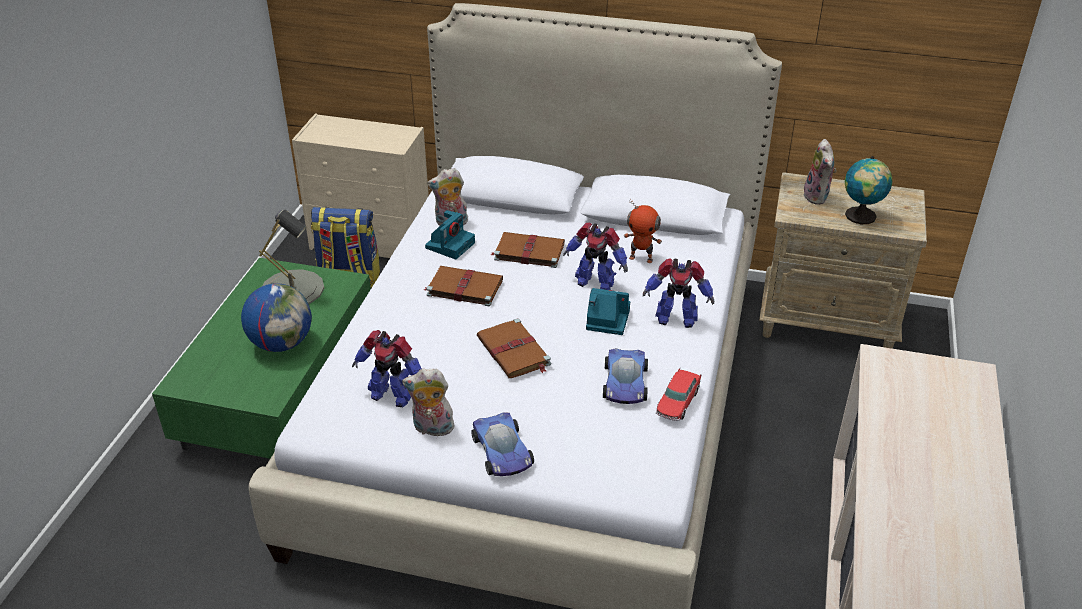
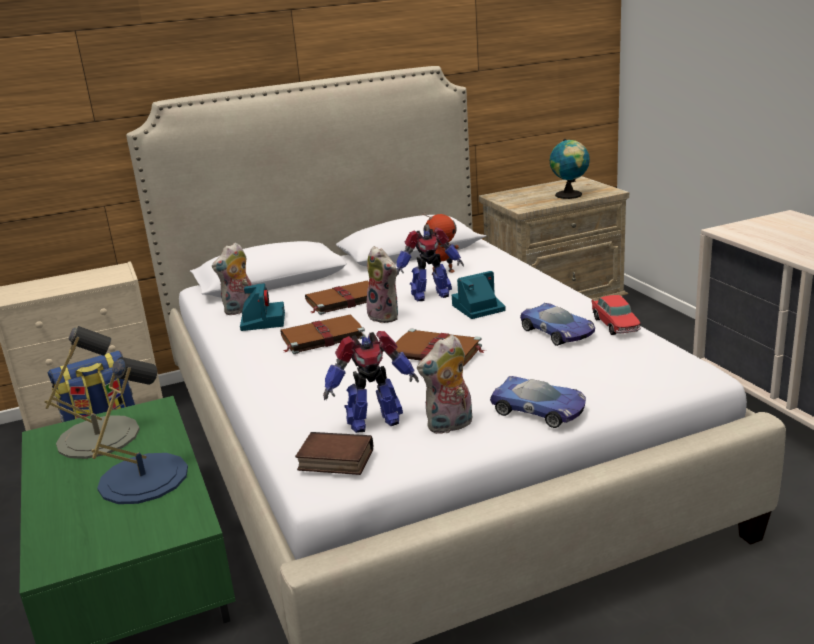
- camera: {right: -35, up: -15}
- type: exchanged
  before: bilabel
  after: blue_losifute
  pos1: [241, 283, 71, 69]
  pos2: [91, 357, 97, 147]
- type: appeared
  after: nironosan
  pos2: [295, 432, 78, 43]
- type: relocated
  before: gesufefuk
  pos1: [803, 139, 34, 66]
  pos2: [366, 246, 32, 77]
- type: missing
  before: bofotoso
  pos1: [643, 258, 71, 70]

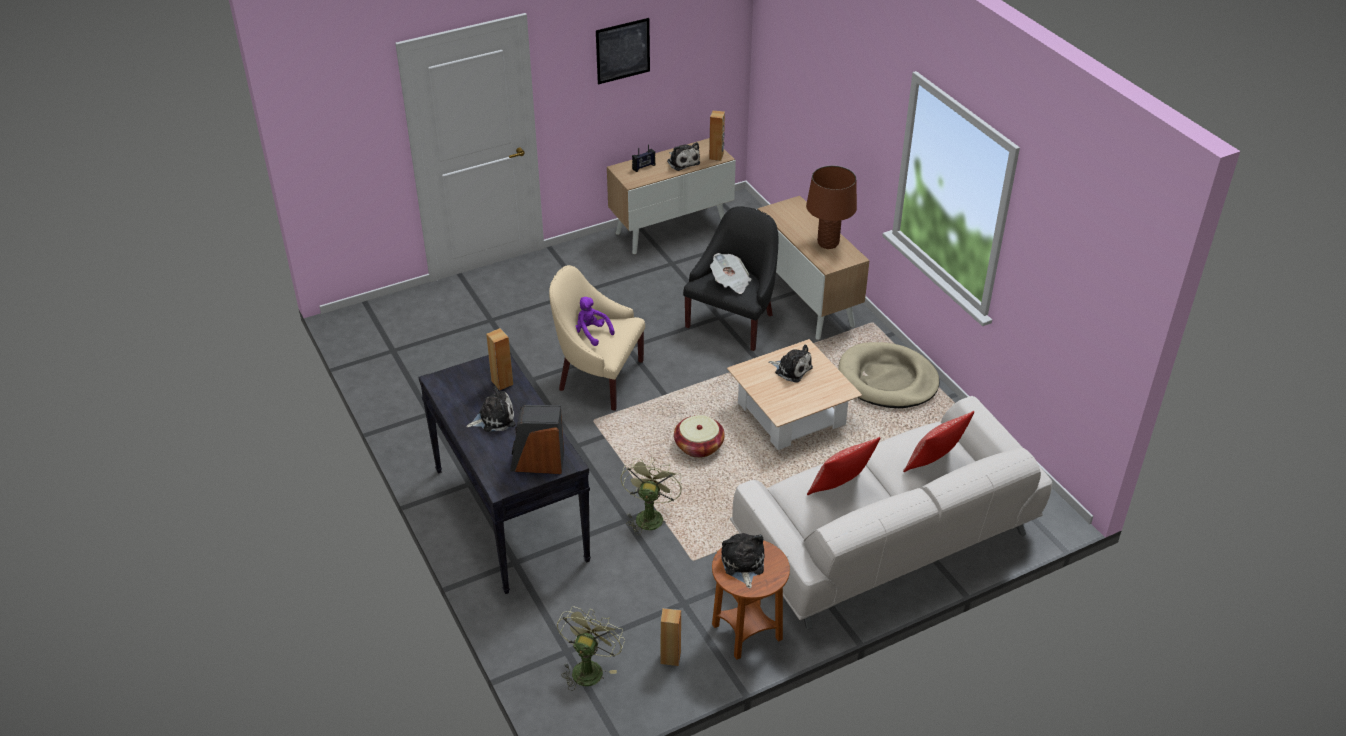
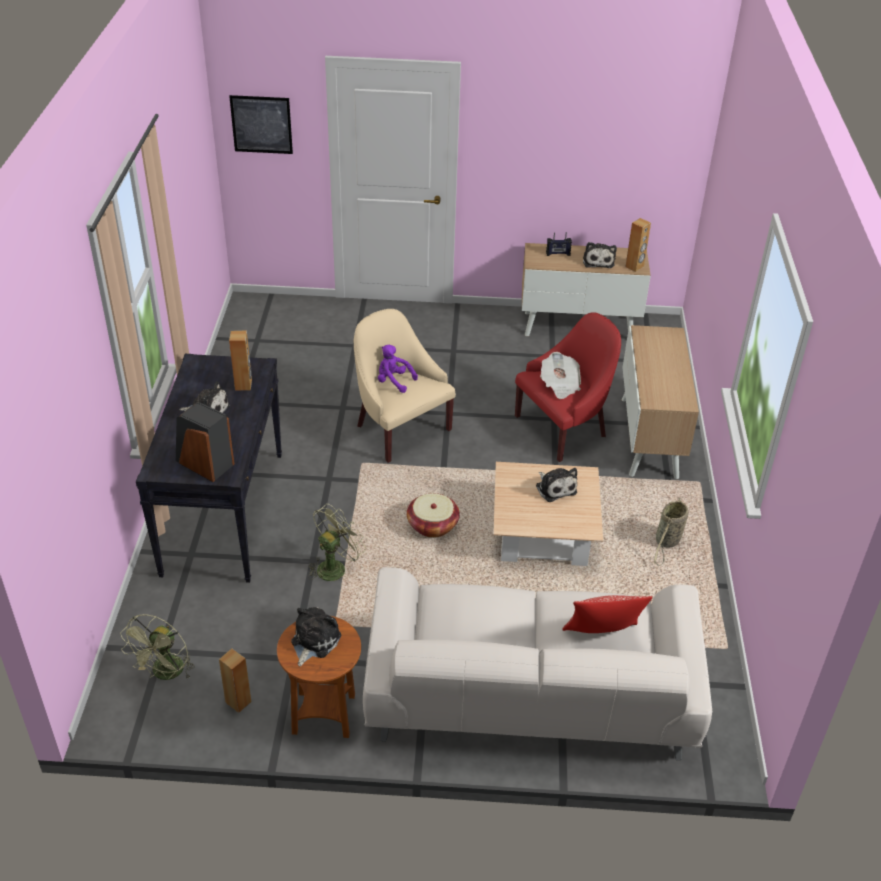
- camera: {right: 30, up: 0}
- type: spun
  before: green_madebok
  pos1: [557, 607, 68, 84]
  pos2: [120, 614, 75, 66]
  turn: 150
- type: relocated
  before: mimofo
  pos1: [596, 18, 54, 66]
  pos2: [229, 95, 64, 59]
- type: spun
  before: purple_gesufefuk
  pos1: [576, 297, 39, 49]
  pos2: [378, 345, 40, 48]
  turn: -45
- type: colour
  before: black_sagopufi
  after: red_sagopufi
  pos1: [683, 206, 96, 145]
  pos2: [515, 312, 106, 150]
- type: exchanged
  before: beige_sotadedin
  after: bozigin
  pos1: [838, 342, 102, 66]
  pos2: [654, 497, 35, 69]
- type: missing
  before: brown_losifute
  pos1: [806, 166, 51, 83]
- type: missing
  before: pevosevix
  pos1: [807, 437, 73, 58]

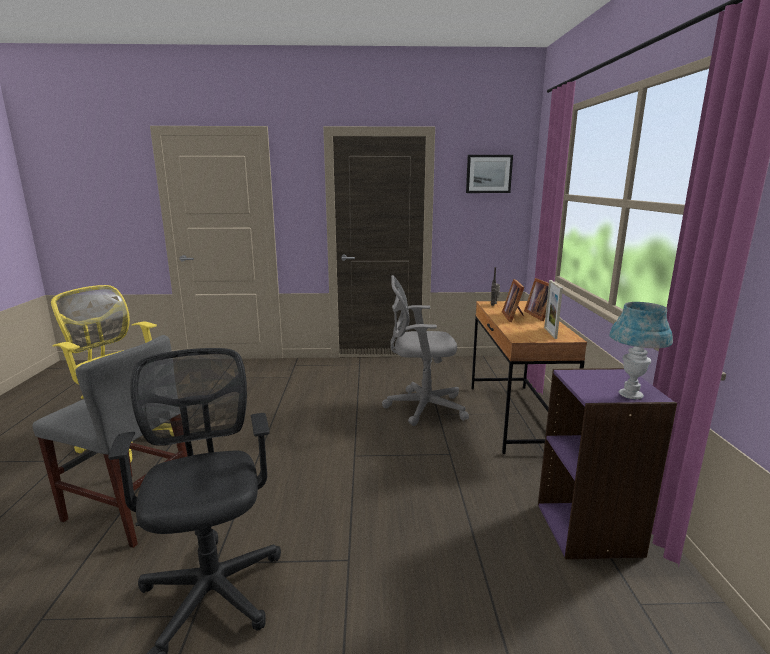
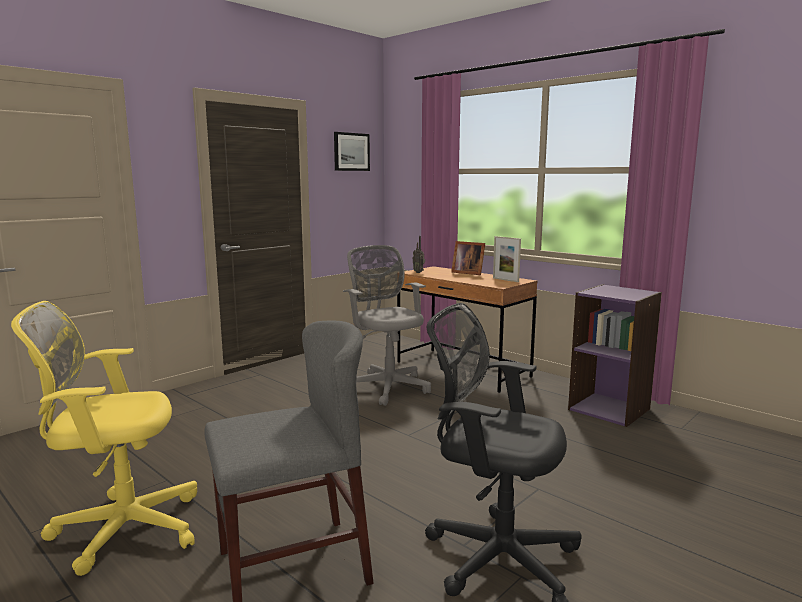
- camera: {right: -45, up: -5}
- type: spun
  before: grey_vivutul
  pos1: [382, 275, 87, 151]
  pos2: [343, 245, 88, 161]
  turn: 105
- type: missing
  before: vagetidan
  pos1: [502, 279, 22, 43]
- type: missing
  before: blue_losifute
  pos1: [609, 302, 64, 97]

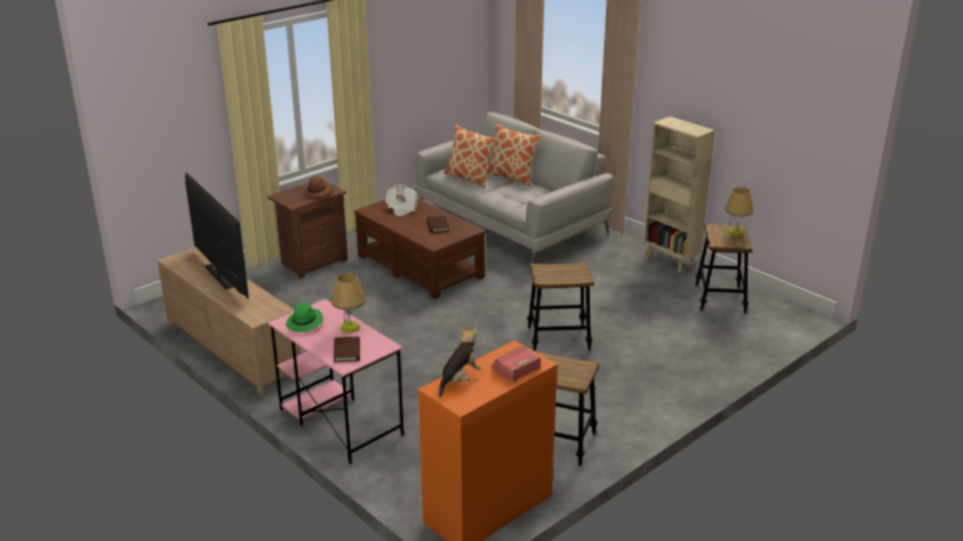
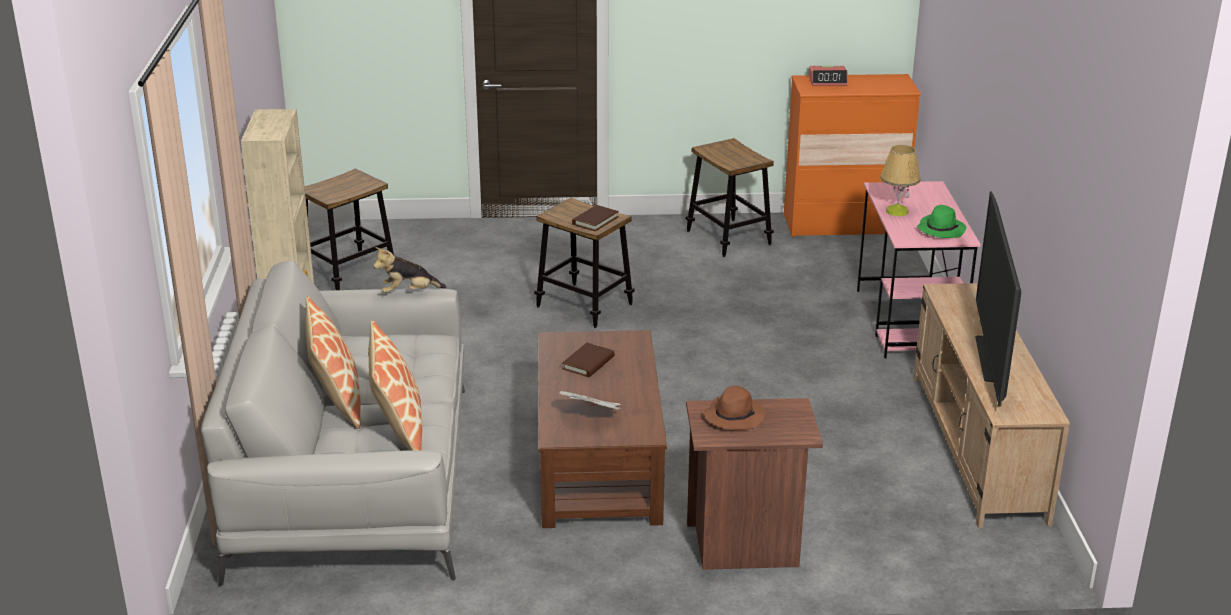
- camera: {right: -140, up: 0}
- type: relocated
  before: gesufefuk
  pos1: [439, 327, 42, 70]
  pos2: [373, 247, 73, 46]
- type: relocated
  before: brown_nironosan
  pos1: [334, 336, 26, 27]
  pos2: [572, 205, 47, 26]
- type: missing
  before: losifute
  pos1: [725, 187, 28, 50]

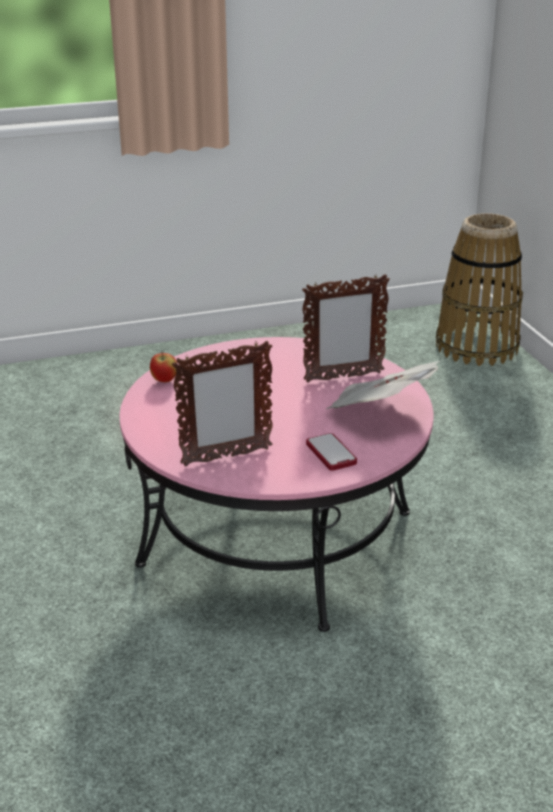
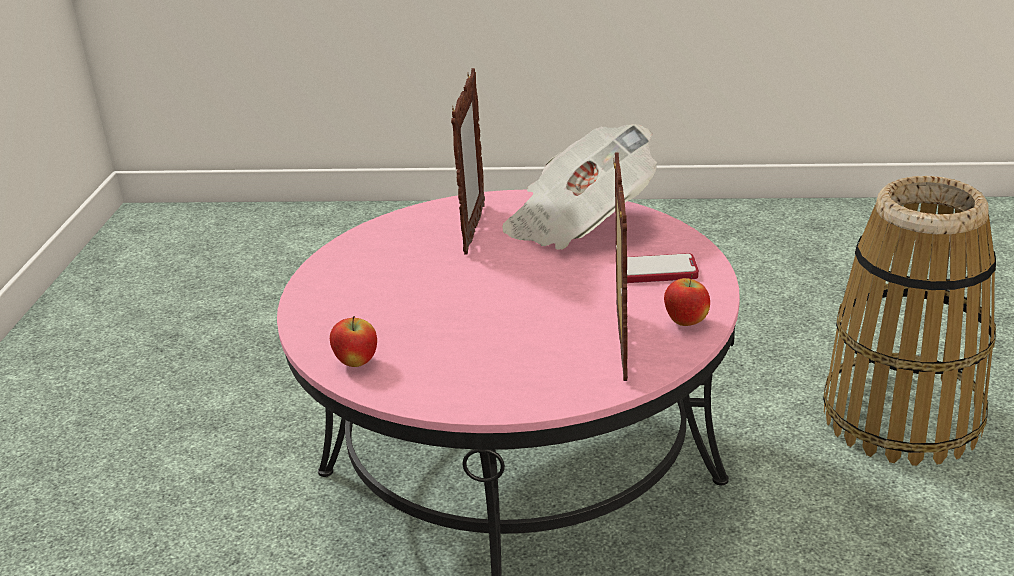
- camera: {right: -65, up: 0}
- type: appeared
  after: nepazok
  pos2: [664, 274, 46, 52]
- type: relocated
  before: bozigin
  pos1: [436, 213, 87, 153]
  pos2: [823, 176, 173, 290]

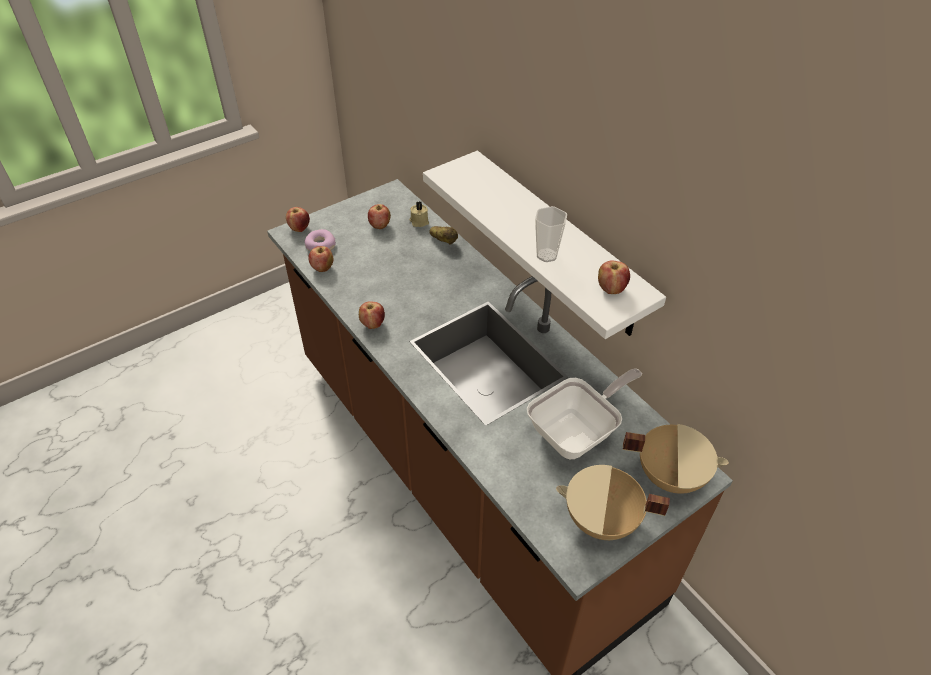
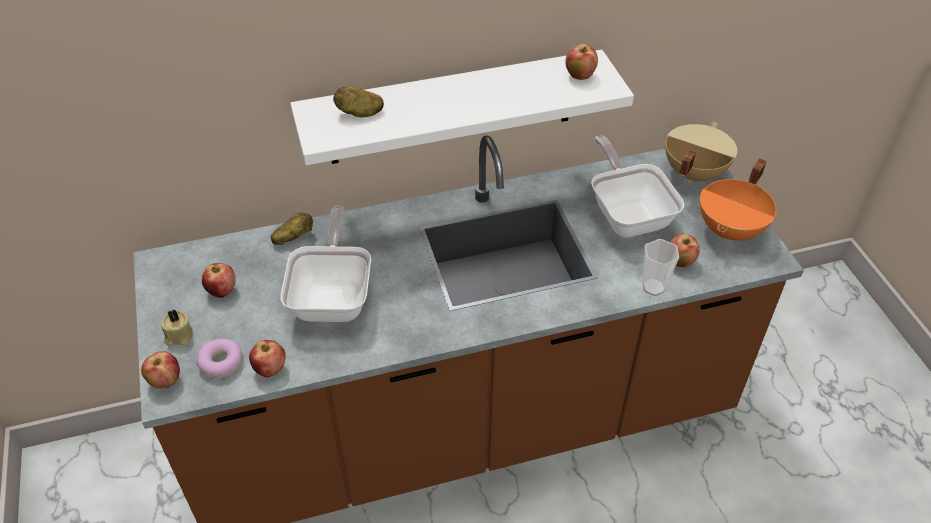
- camera: {right: -70, up: 0}
- type: relocated
  before: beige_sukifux
  pos1: [409, 201, 20, 26]
  pos2: [161, 309, 32, 37]
- type: appeared
  after: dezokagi
  pos2: [280, 206, 91, 116]
- type: appeared
  after: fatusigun
  pos2: [333, 87, 51, 30]
- type: relocated
  before: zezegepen
  pos1: [535, 206, 32, 56]
  pos2: [643, 239, 36, 57]
- type: relocated
  before: nepazok
  pos1: [359, 301, 26, 28]
  pos2: [670, 234, 30, 33]
- type: colour
  before: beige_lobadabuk
  after: orange_lobadabuk
  pos1: [556, 465, 114, 75]
  pos2: [700, 159, 76, 82]

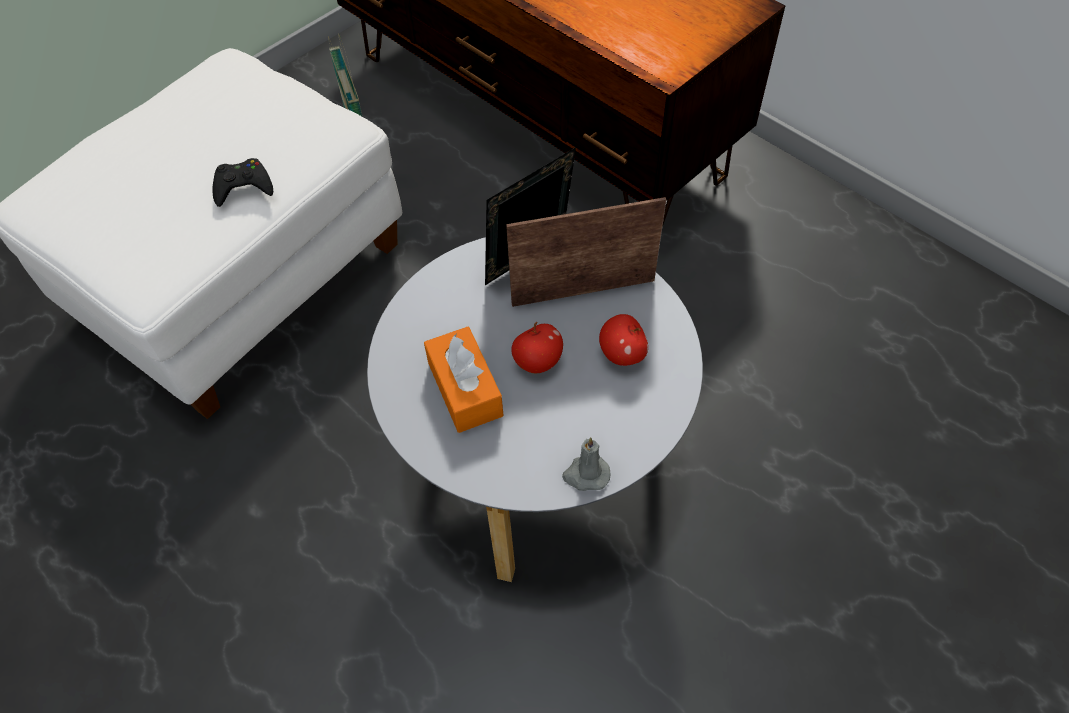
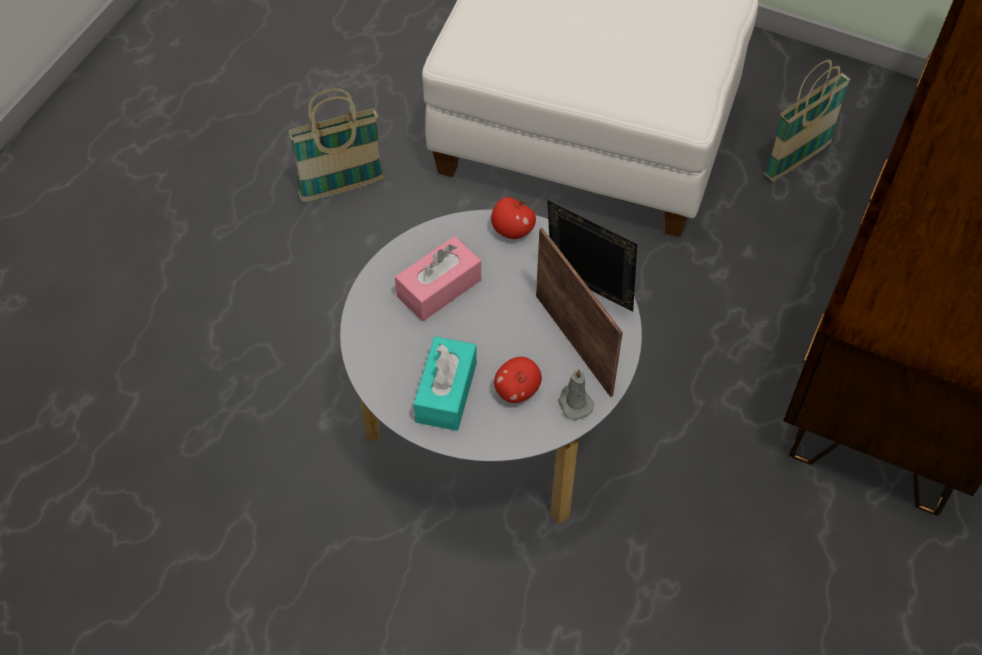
- camera: {right: 70, up: 0}
- type: appeared
  after: bozigin
  pos2: [288, 88, 96, 114]
- type: colour
  before: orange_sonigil
  after: pink_sonigil
  pos1: [424, 327, 79, 106]
  pos2: [395, 236, 86, 85]
- type: appeared
  after: turquoise_sonigil
  pos2: [414, 336, 63, 95]
- type: relocated
  before: nepazok
  pos1: [511, 322, 52, 51]
  pos2: [491, 197, 45, 42]
- type: relocated
  before: grey_sukifux
  pos1: [562, 437, 49, 54]
  pos2: [558, 369, 36, 51]
- type: missing
  before: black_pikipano
  pos1: [213, 158, 60, 49]

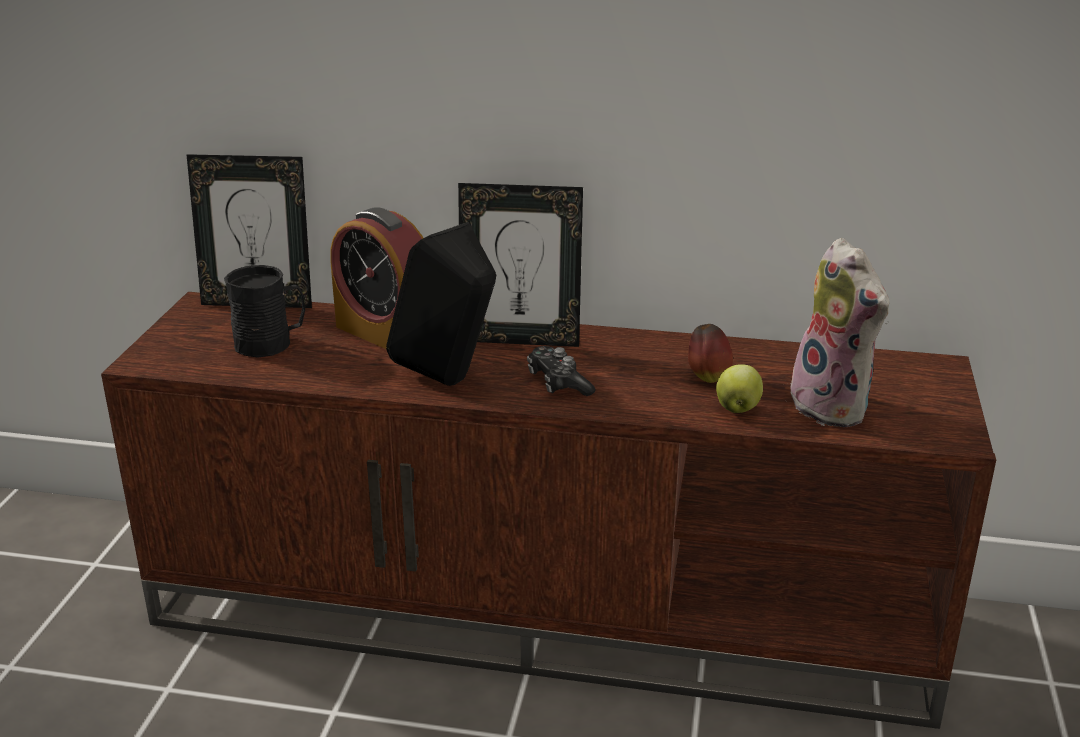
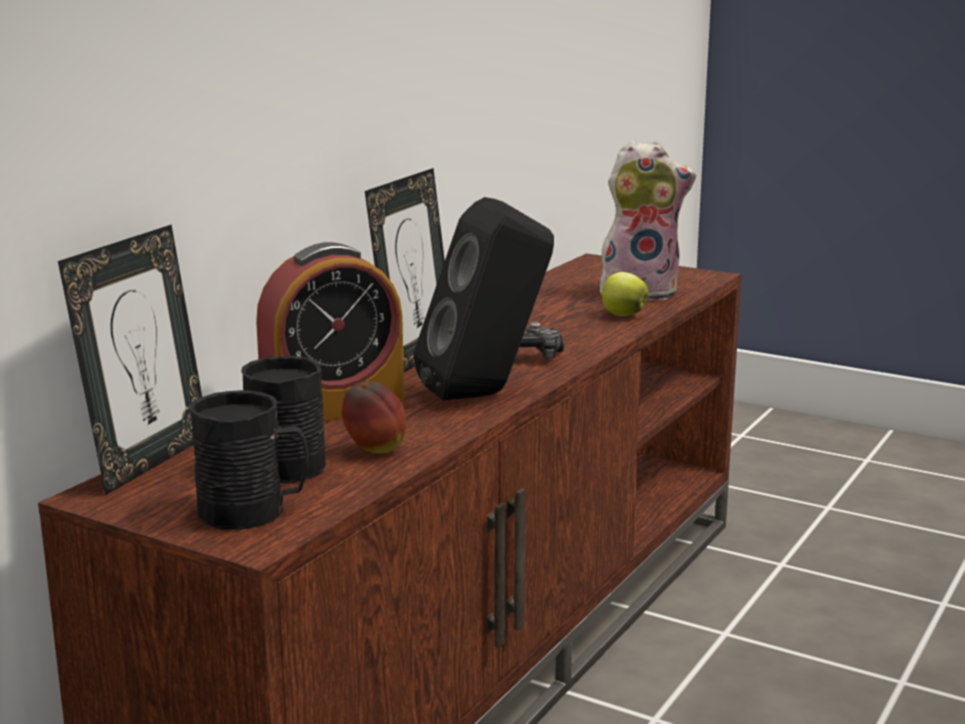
- camera: {right: -70, up: -10}
- type: appeared
  after: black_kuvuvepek
  pos2: [189, 390, 120, 139]
- type: relocated
  before: nepazok
  pos1: [688, 324, 45, 59]
  pos2: [342, 381, 64, 72]

